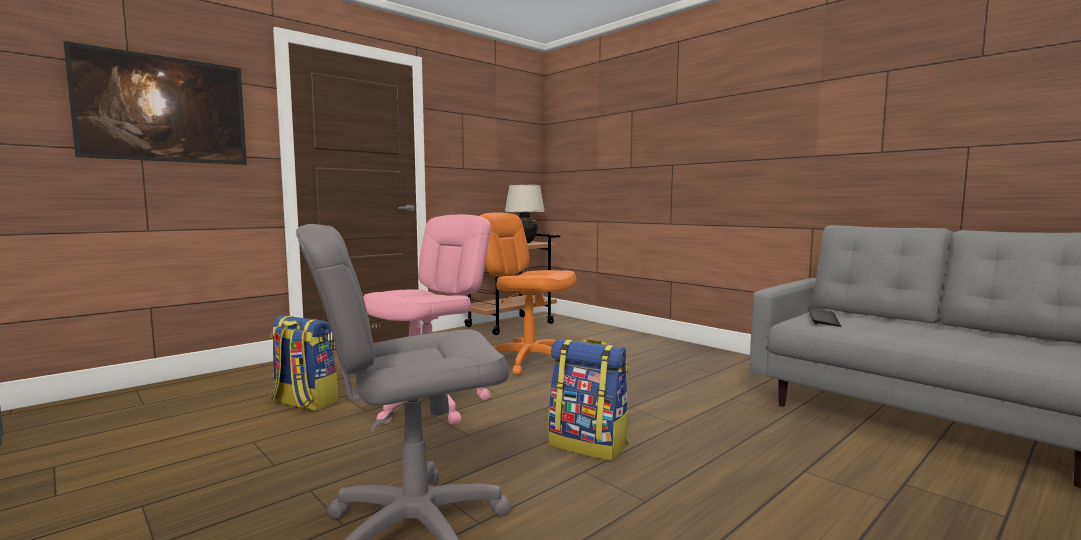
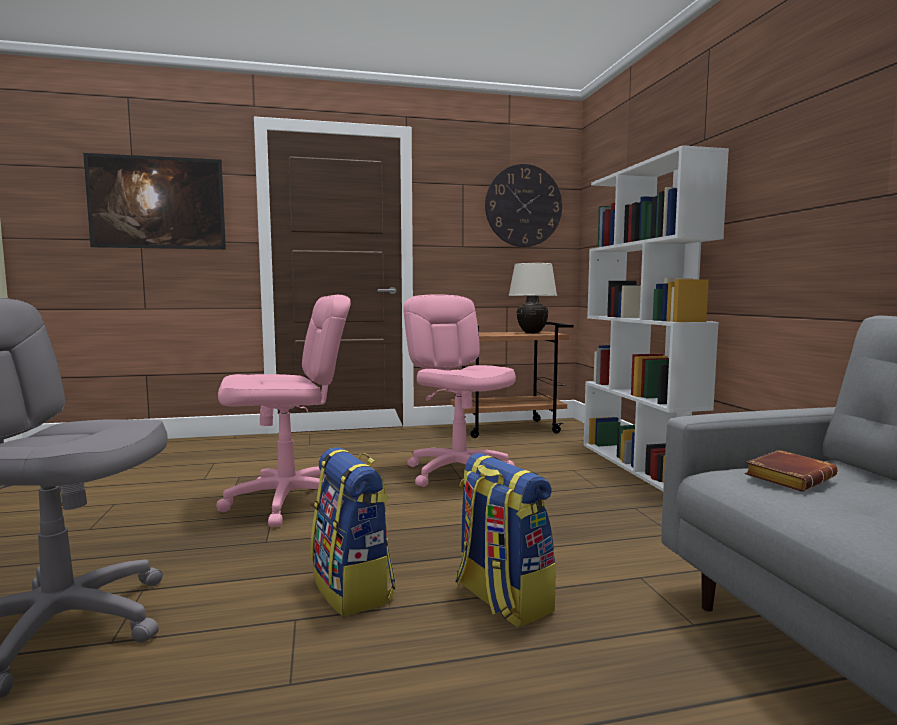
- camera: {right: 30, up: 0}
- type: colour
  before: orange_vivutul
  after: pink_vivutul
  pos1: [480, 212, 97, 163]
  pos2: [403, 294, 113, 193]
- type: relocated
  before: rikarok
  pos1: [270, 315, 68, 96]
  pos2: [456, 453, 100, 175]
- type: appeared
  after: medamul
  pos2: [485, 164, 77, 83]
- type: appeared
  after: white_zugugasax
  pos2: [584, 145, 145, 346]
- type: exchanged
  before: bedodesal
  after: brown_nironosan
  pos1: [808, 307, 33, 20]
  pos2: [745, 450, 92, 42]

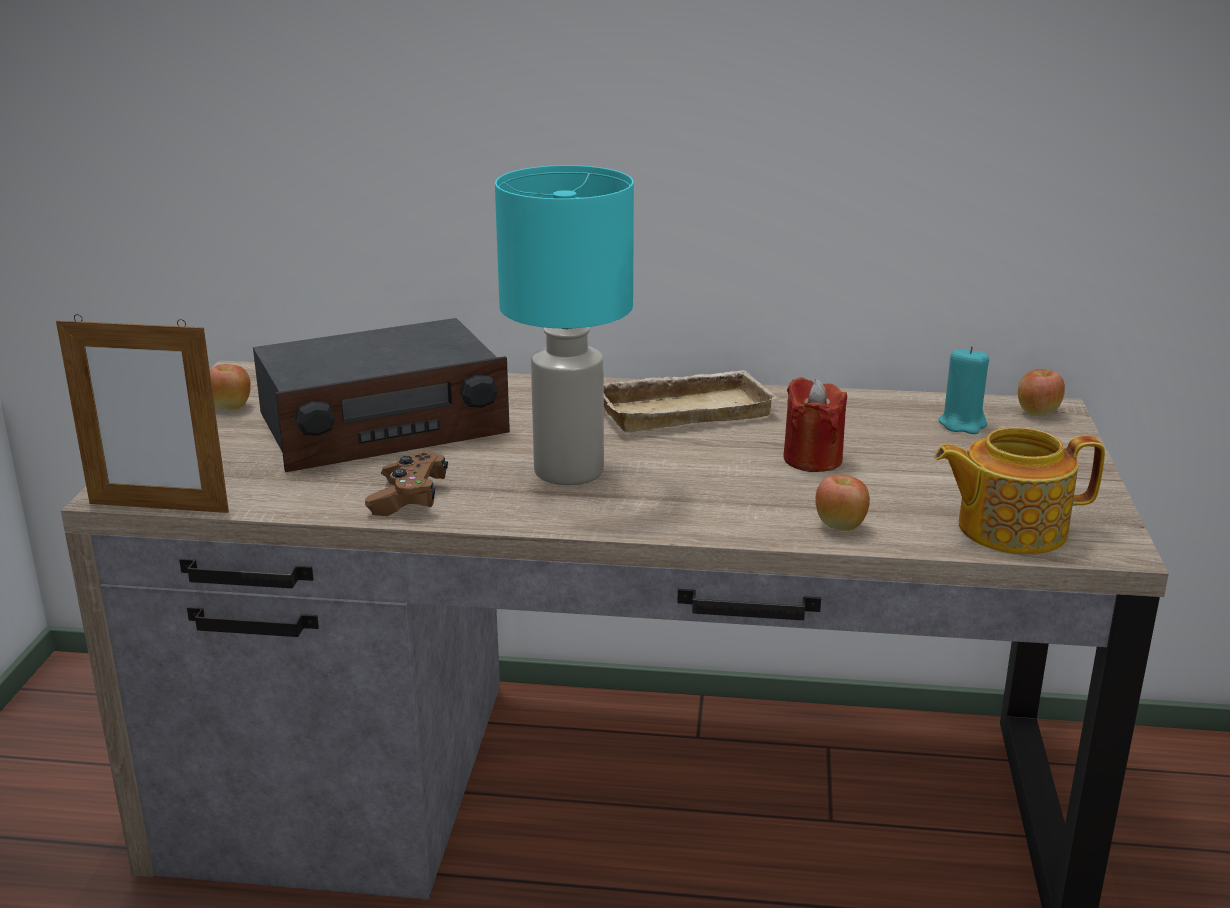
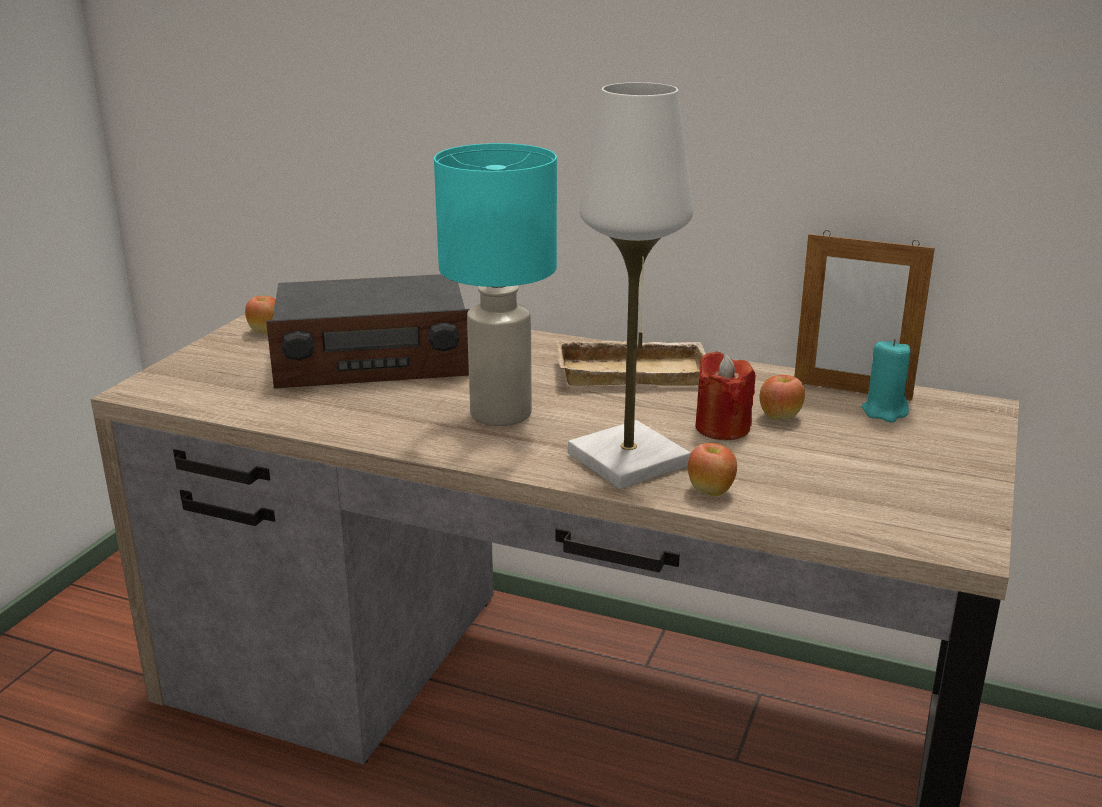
- camera: {right: 15, up: 0}
- type: appeared
  after: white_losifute
  pos2: [568, 82, 125, 407]
- type: relocated
  before: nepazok
  pos1: [1018, 369, 47, 47]
  pos2: [760, 375, 45, 45]
- type: relocated
  before: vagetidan
  pos1: [56, 314, 173, 199]
  pos2: [794, 230, 141, 171]
- type: missing
  before: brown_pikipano
  pos1: [365, 451, 83, 65]
- type: missing
  before: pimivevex
  pos1: [935, 427, 170, 128]

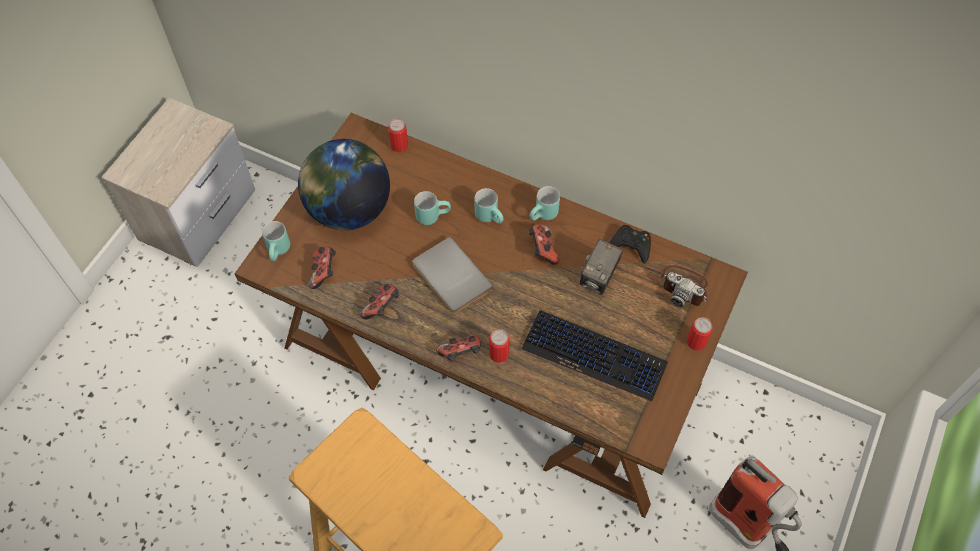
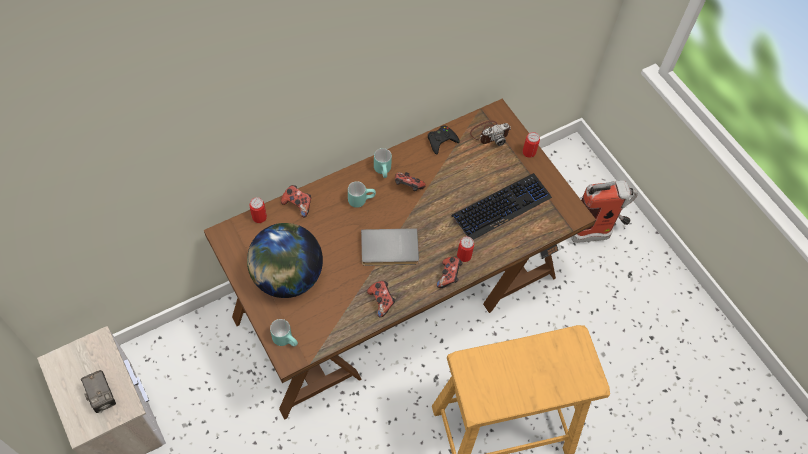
- camera: {right: -60, up: 0}
- type: relocated
  before: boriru
  pos1: [580, 239, 43, 56]
  pos2: [81, 370, 35, 43]
- type: relocated
  before: pikipano
  pos1: [309, 246, 27, 43]
  pos2: [281, 185, 30, 33]
- type: missing
  before: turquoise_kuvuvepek
  pos1: [414, 191, 37, 34]

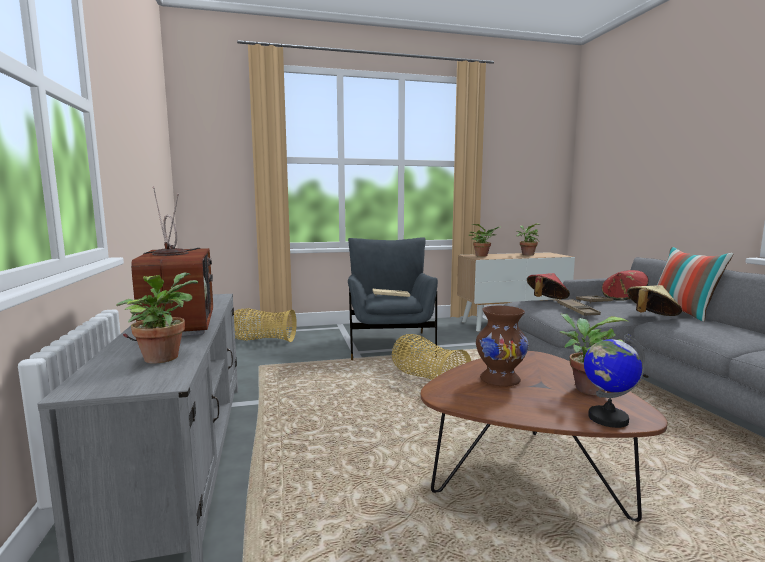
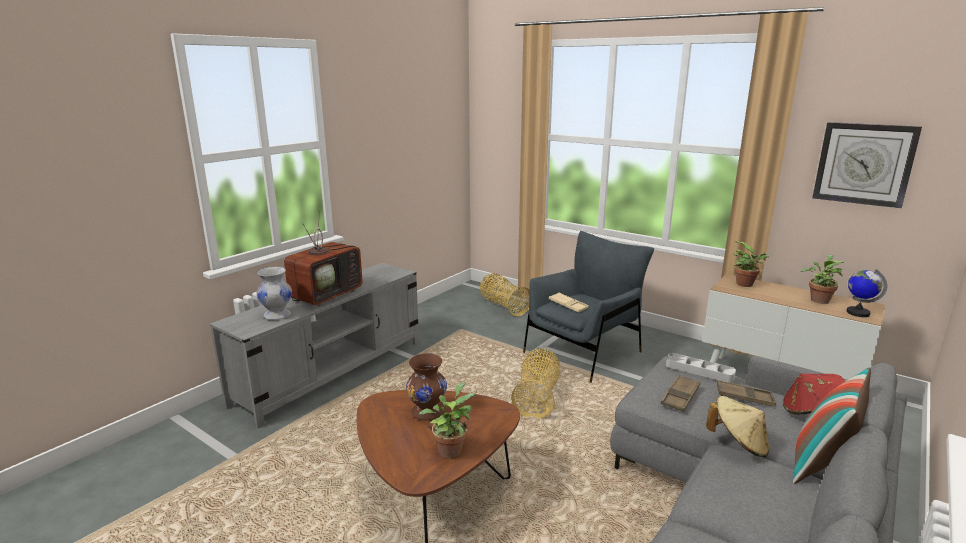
- camera: {right: 50, up: 10}
- type: exchanged
  before: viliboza
  after: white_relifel
  pos1: [116, 272, 82, 92]
  pos2: [257, 267, 35, 53]
- type: exchanged
  before: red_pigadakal
  after: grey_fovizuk
  pos1: [527, 273, 43, 26]
  pos2: [666, 353, 70, 30]
- type: appeared
  after: medamul
  pos2: [812, 122, 110, 86]
- type: relocated
  before: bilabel
  pos1: [584, 334, 62, 94]
  pos2: [847, 269, 40, 48]

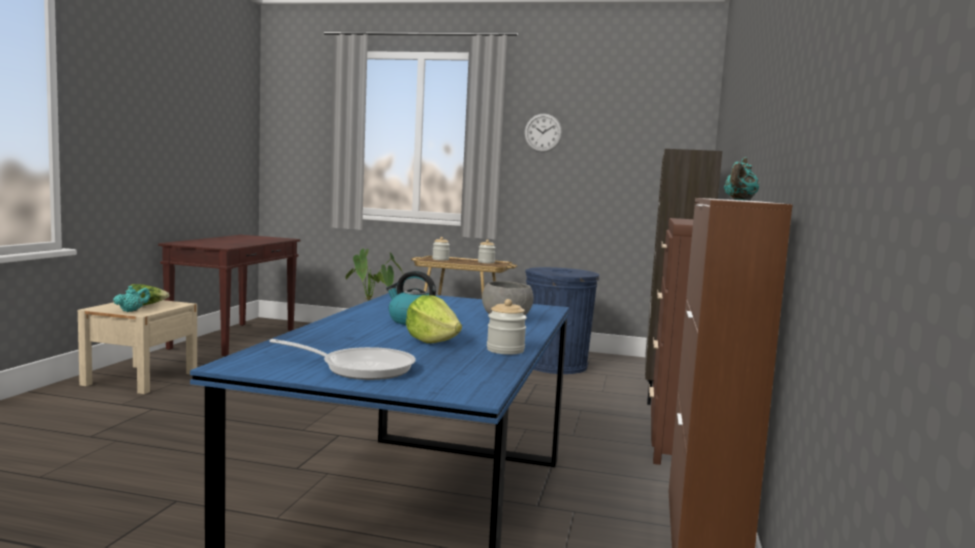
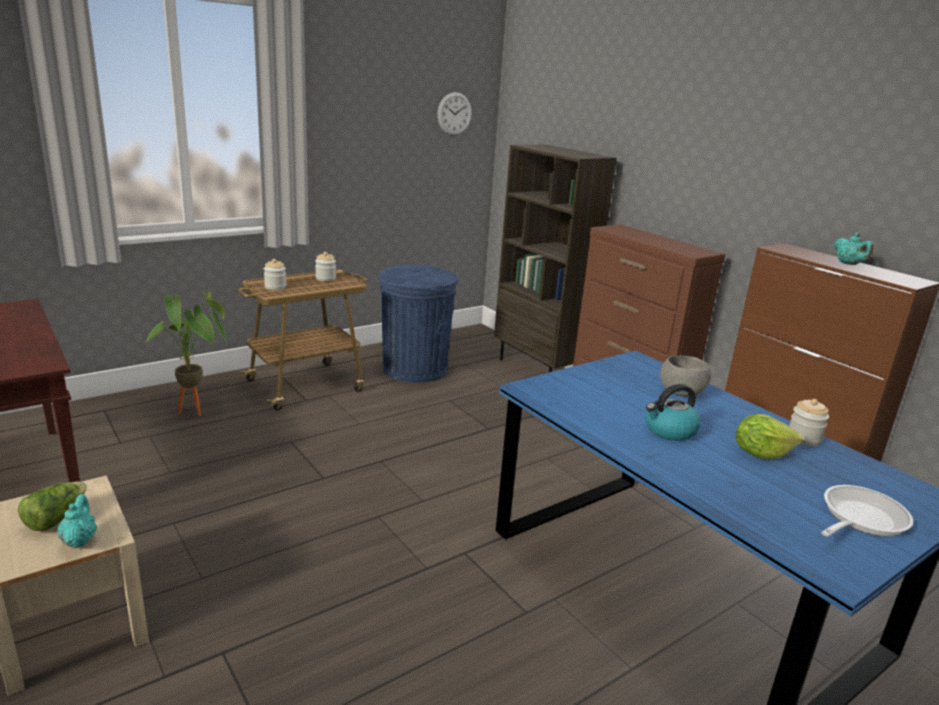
- camera: {right: -50, up: 15}
- type: relocated
  before: medamul
  pos1: [524, 113, 38, 39]
  pos2: [437, 92, 35, 44]

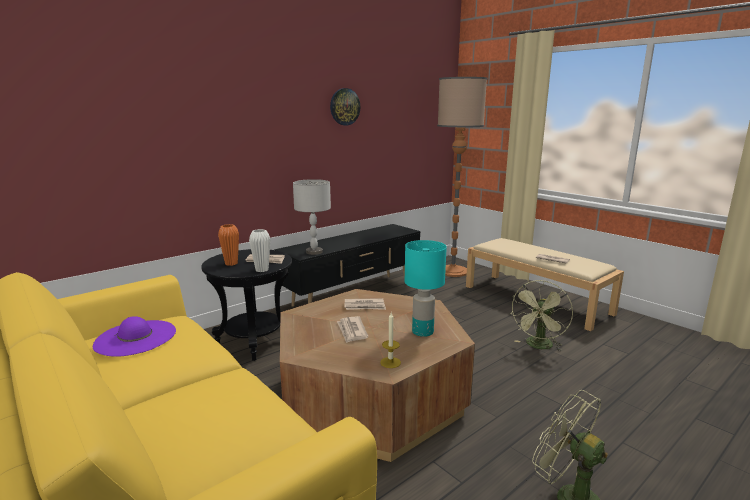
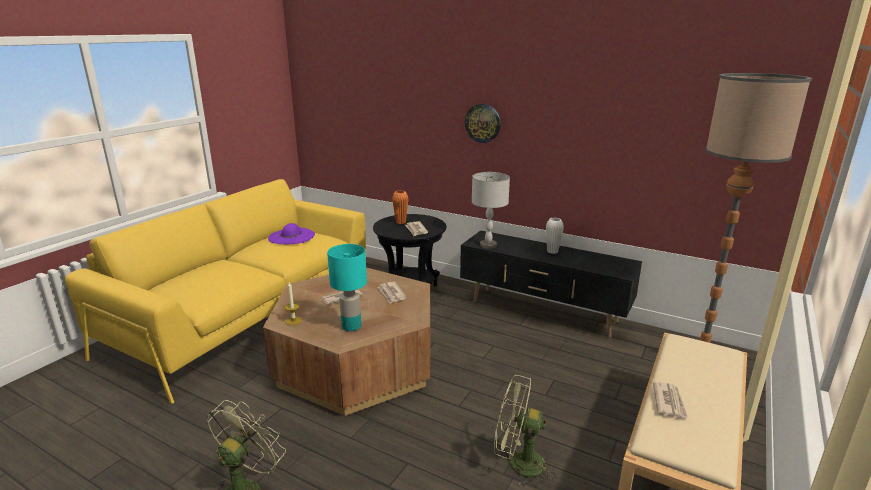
- camera: {right: 70, up: 5}
- type: relocated
  before: medamul
  pos1: [330, 88, 30, 38]
  pos2: [465, 104, 36, 39]
- type: relocated
  before: white_relifel
  pos1: [249, 229, 22, 43]
  pos2: [546, 218, 18, 36]

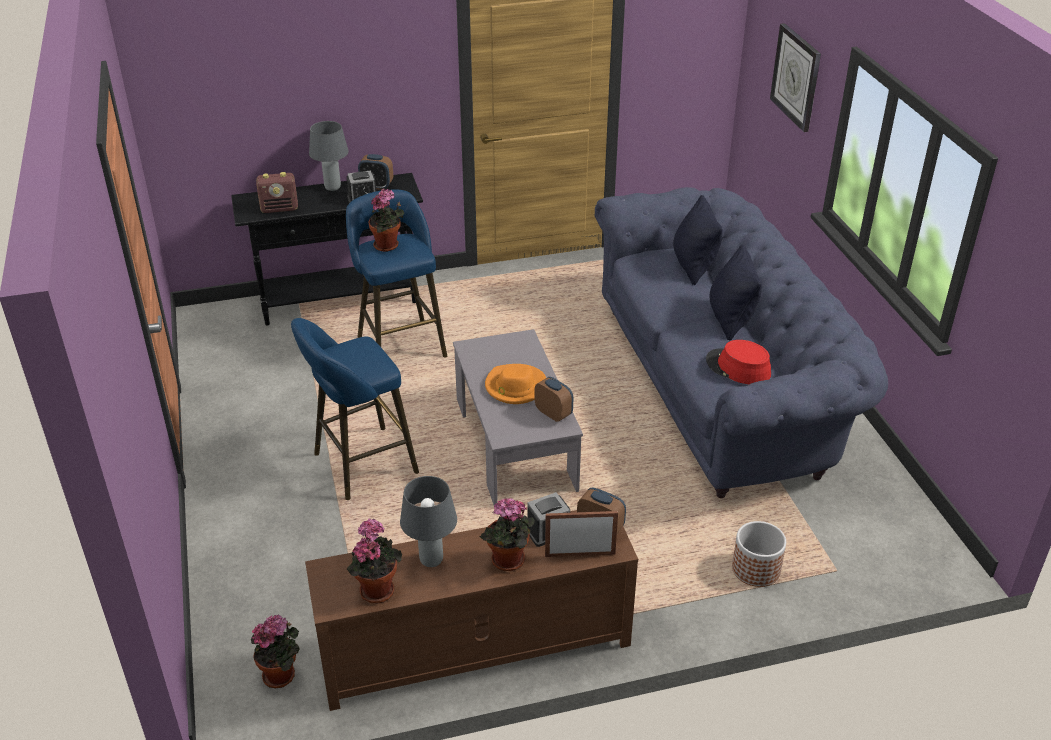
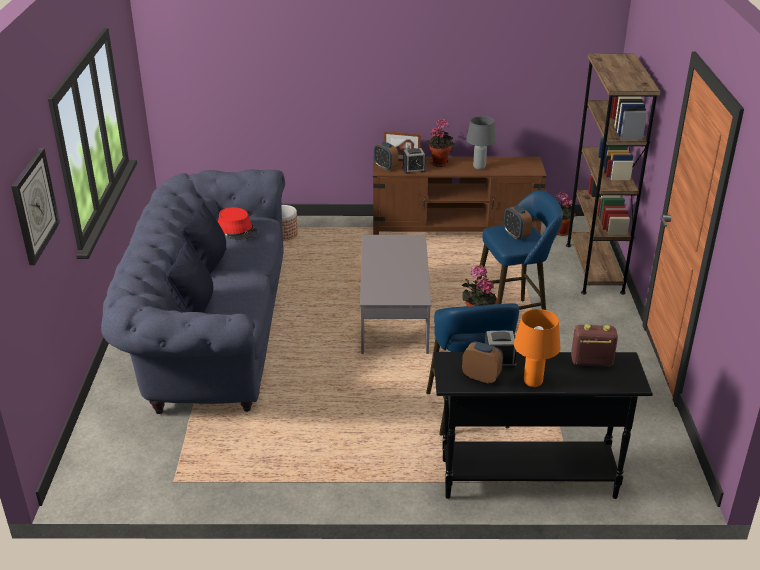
- camera: {right: -165, up: -5}
- type: relocated
  before: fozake
  pos1: [534, 377, 39, 45]
  pos2: [504, 205, 28, 35]
- type: colour
  before: grey_losifute
  after: orange_losifute
  pos1: [309, 121, 40, 70]
  pos2: [514, 309, 47, 78]
- type: appeared
  after: brown_zugugasax
  pos2: [566, 54, 95, 241]
- type: missing
  before: viliboza
  pos1: [347, 518, 55, 86]
- type: missing
  before: orange_pigadakal
  pos1: [485, 364, 61, 40]

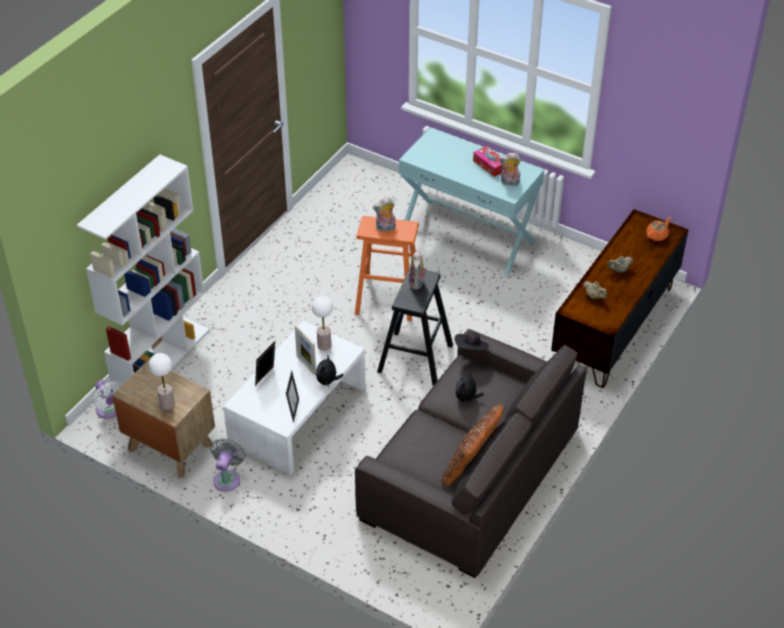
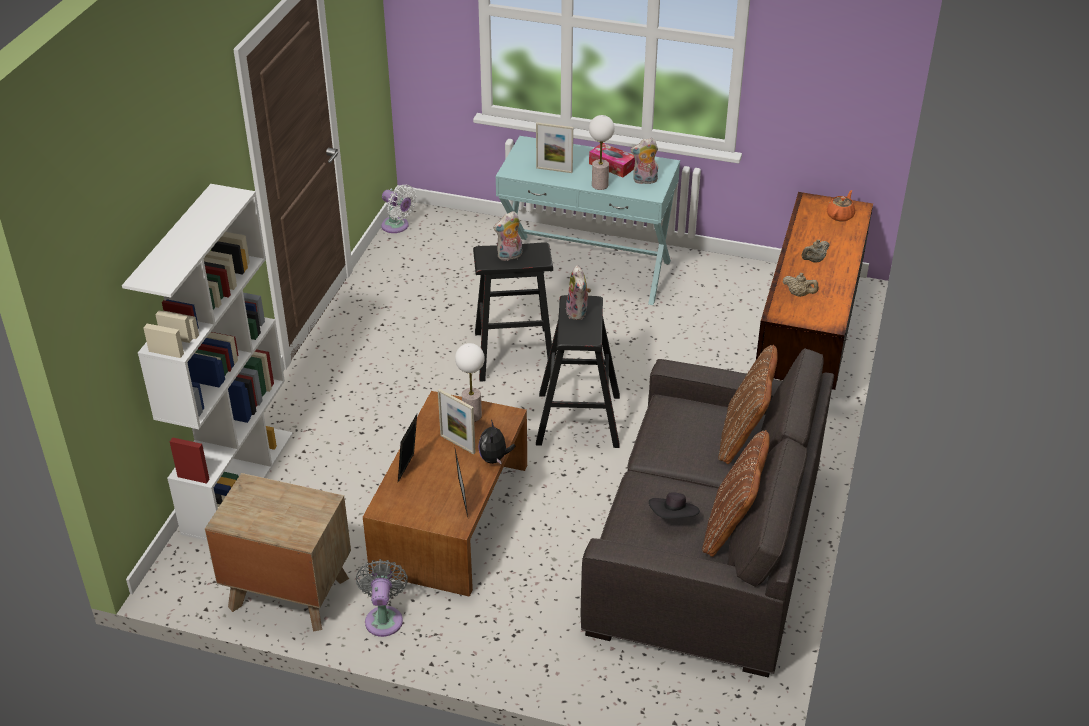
- camera: {right: -15, up: -5}
- type: colour
  before: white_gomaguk
  after: brown_gomaguk
  pos1: [223, 321, 142, 154]
  pos2: [363, 391, 164, 206]
- type: relocated
  before: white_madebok
  pos1: [93, 380, 30, 39]
  pos2: [381, 185, 35, 48]
- type: colour
  before: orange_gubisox
  after: black_gubisox
  pos1: [355, 216, 64, 105]
  pos2: [473, 242, 80, 140]
- type: appeared
  after: vagetidan
  pos2: [536, 122, 37, 51]
- type: relocated
  before: losifute
  pos1: [149, 353, 26, 57]
  pos2: [589, 115, 26, 75]
- type: relocated
  before: black_pigadakal
  pos1: [455, 332, 34, 18]
  pos2: [649, 493, 51, 26]
- type: appeared
  after: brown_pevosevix
  pos2: [718, 345, 60, 119]
- type: missing
  before: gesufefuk
  pos1: [455, 371, 29, 33]

